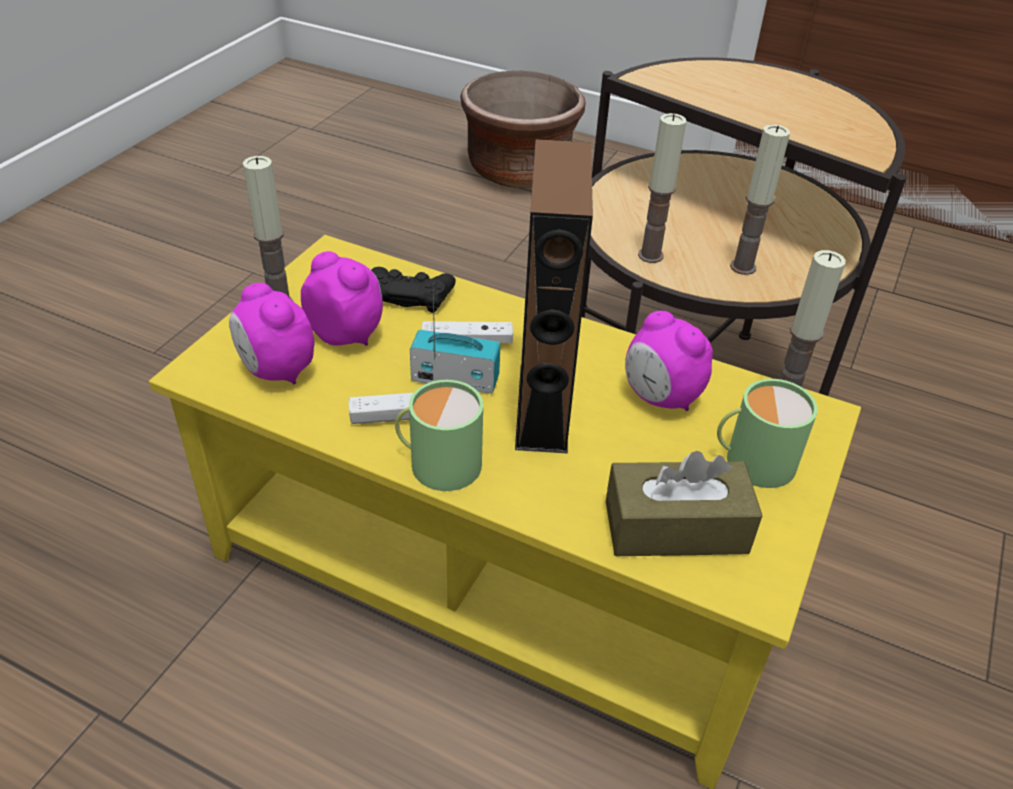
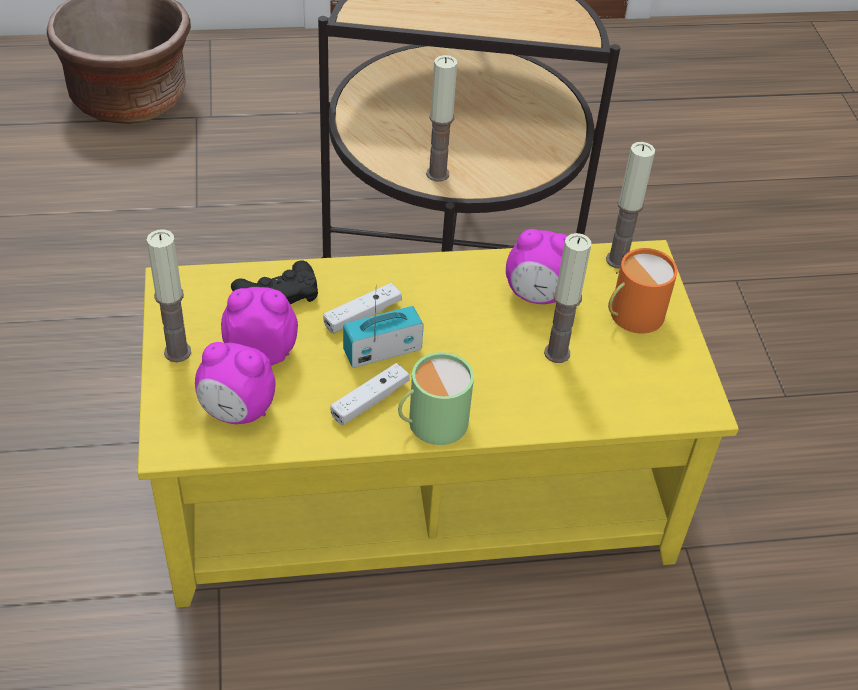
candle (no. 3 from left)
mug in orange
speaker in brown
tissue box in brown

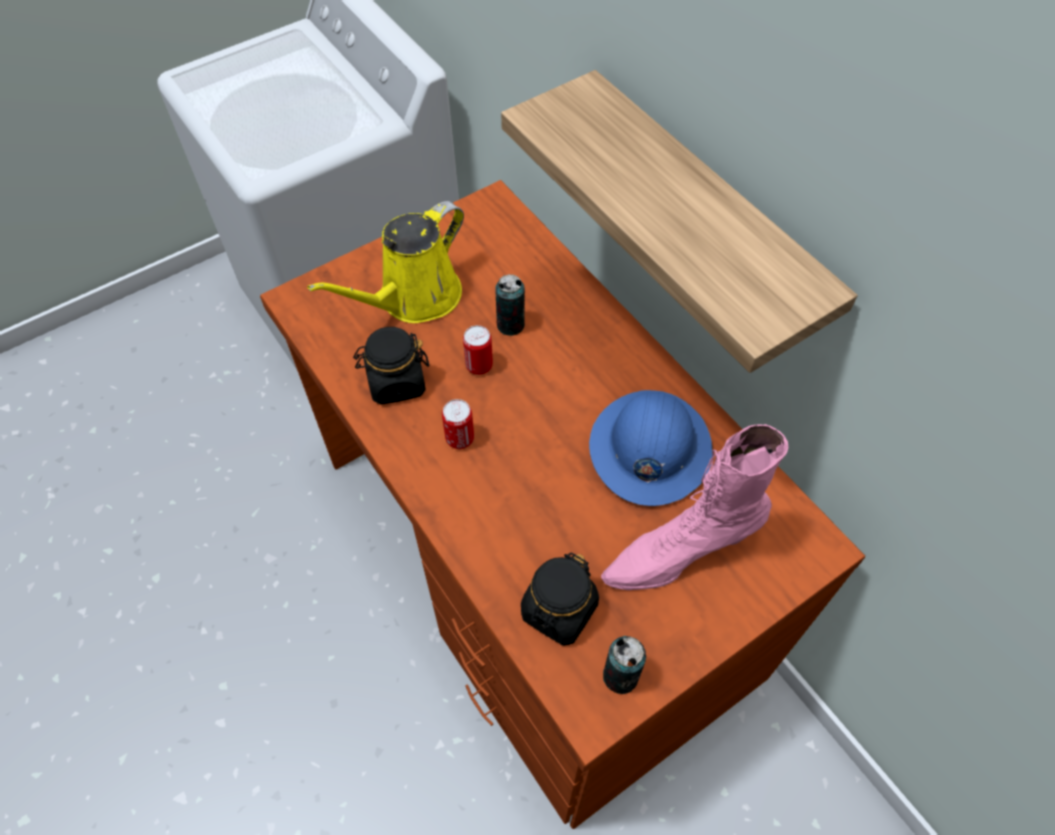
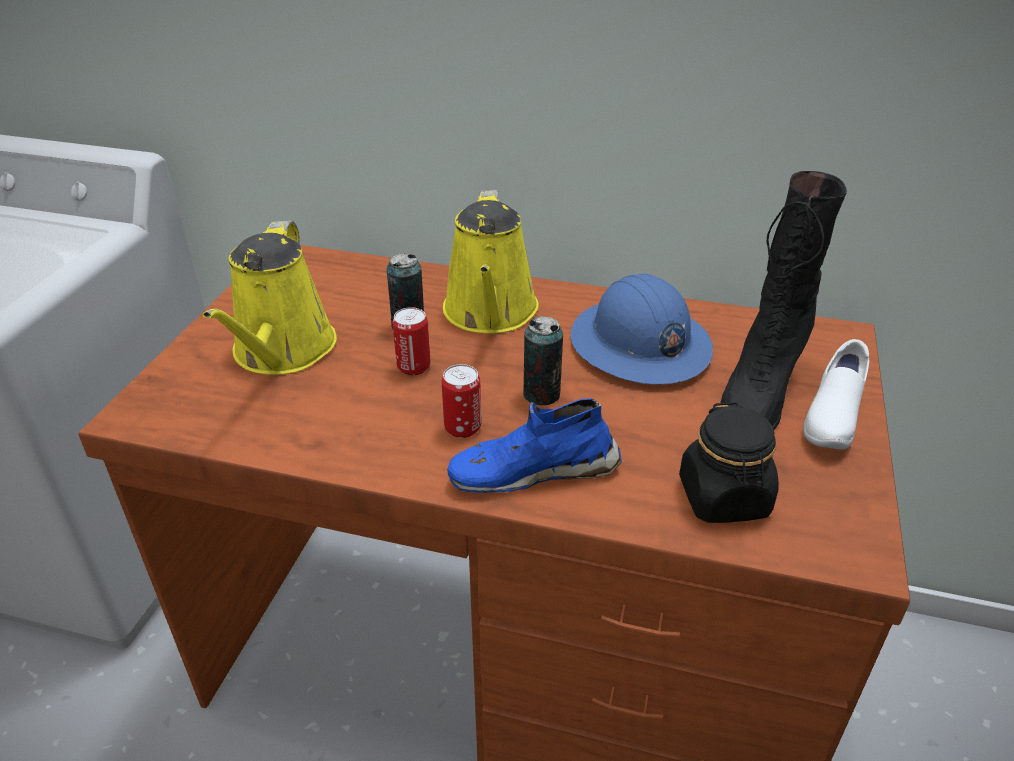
watering can in yellow (no. 2 from left)
shoe in blue
can (no. 4 from left)
boot in black
shoe in white
jar in black (no. 1 from left in the first image)
shelf

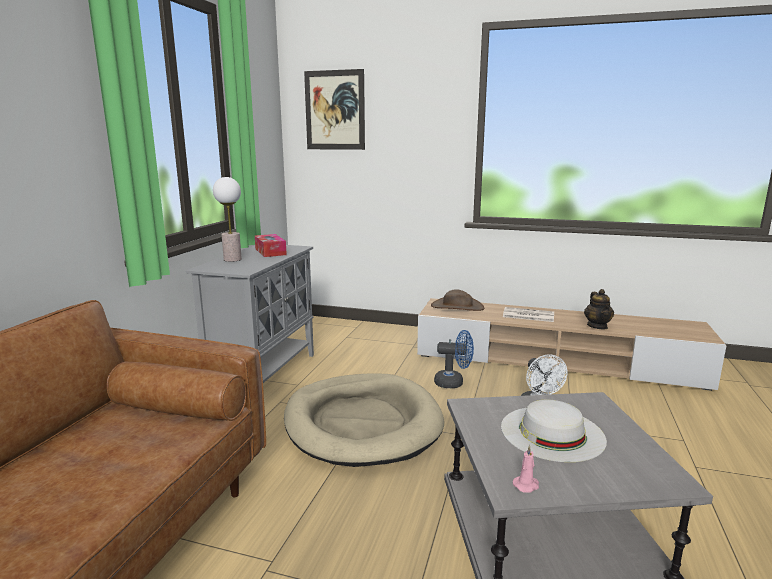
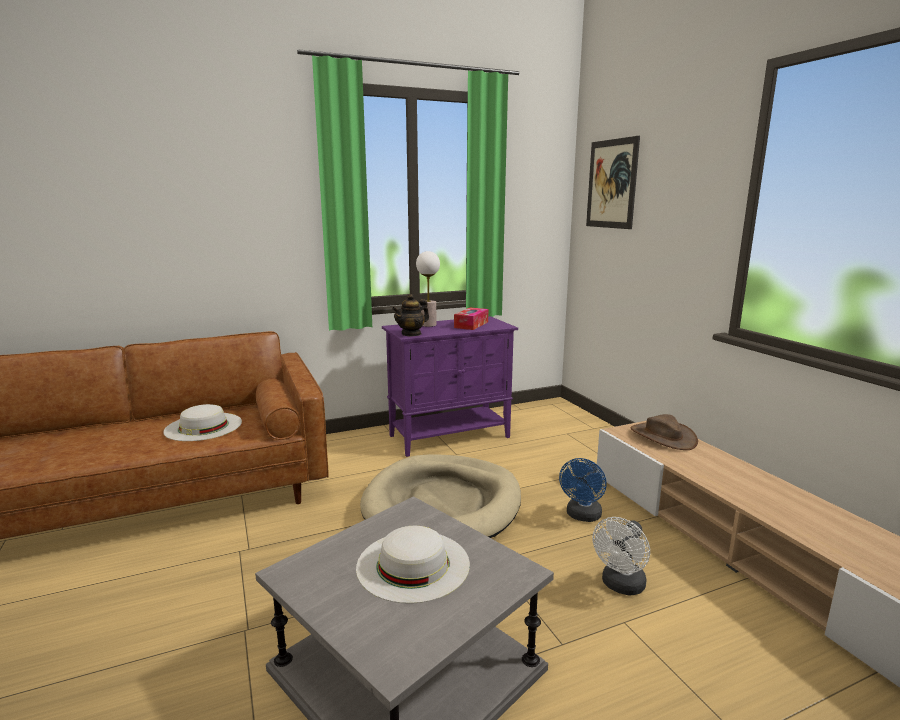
hat in white (no. 1 from left)
cabinet in purple
teapot
fan in blue
newspaper
candle in pink

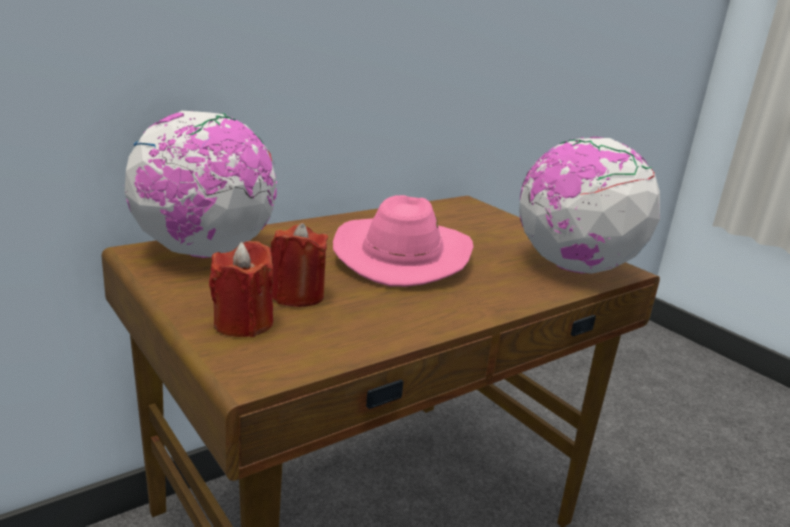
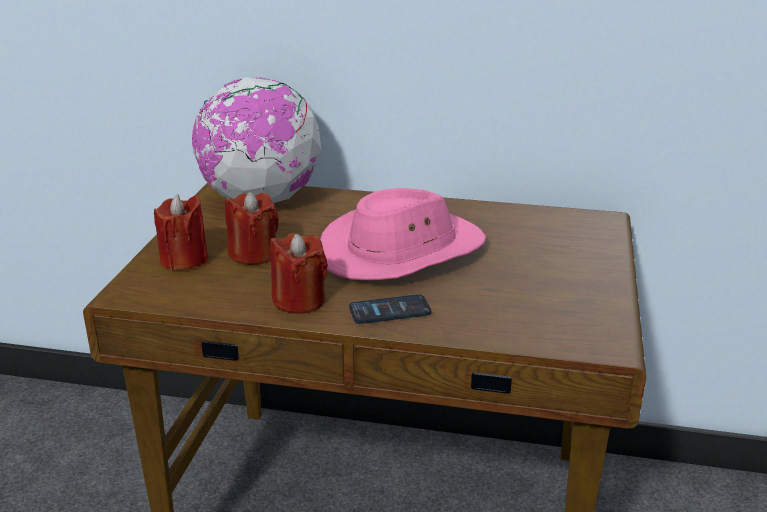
candle in red (no. 3 from left)
phone
globe (no. 2 from left in the first image)

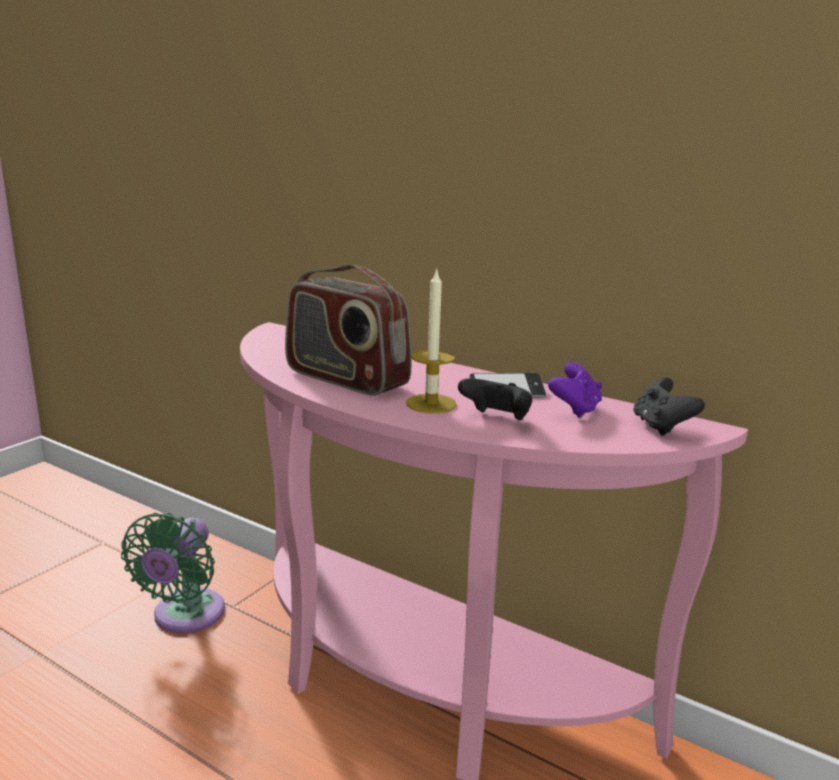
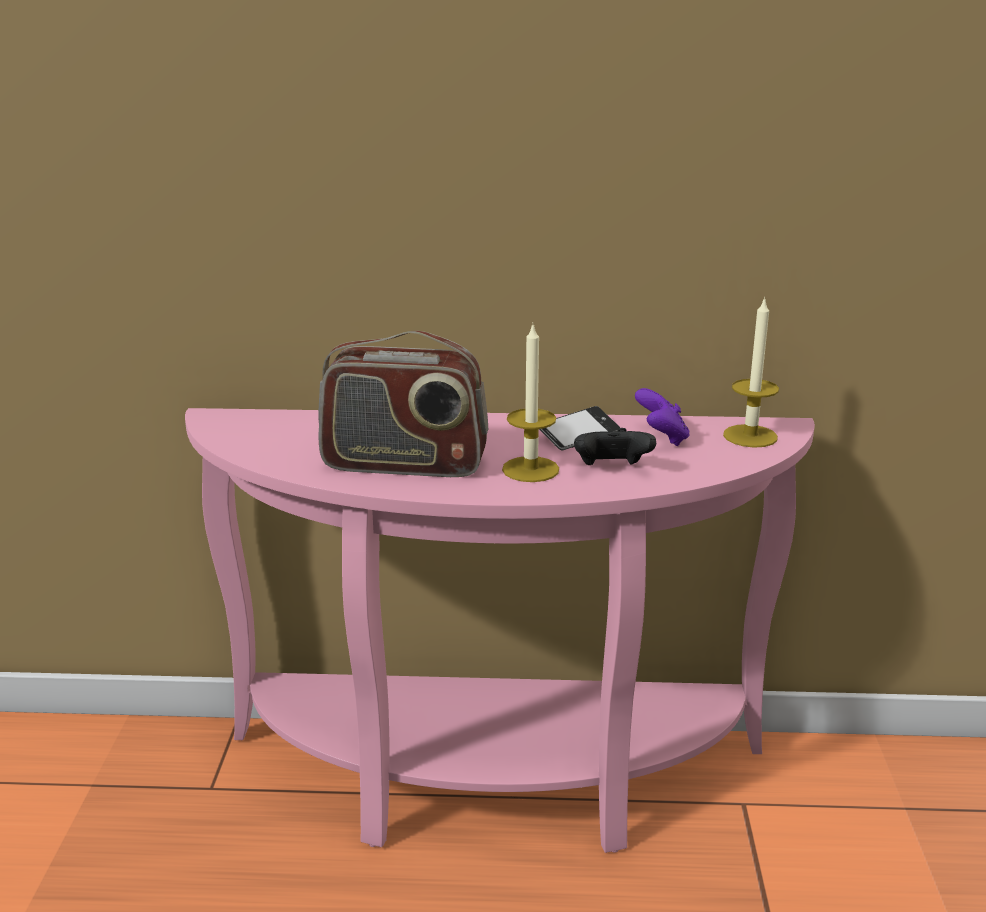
candle (no. 2 from left)
fan in green

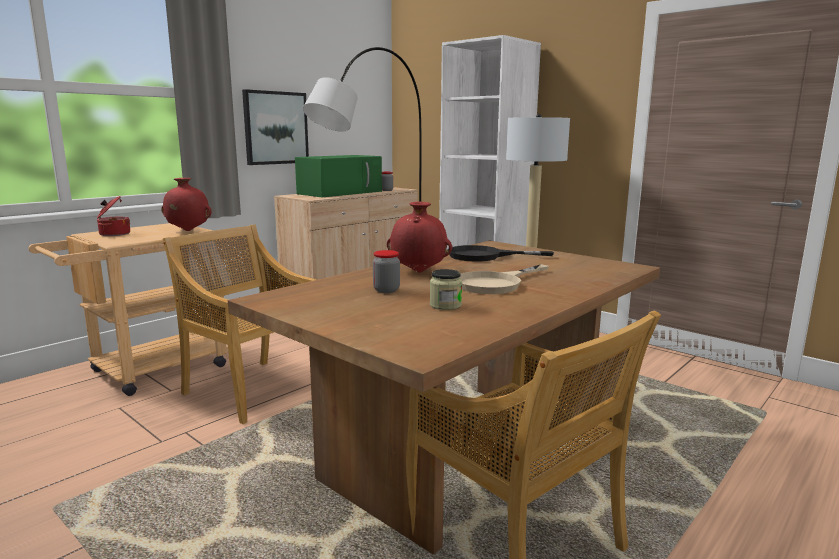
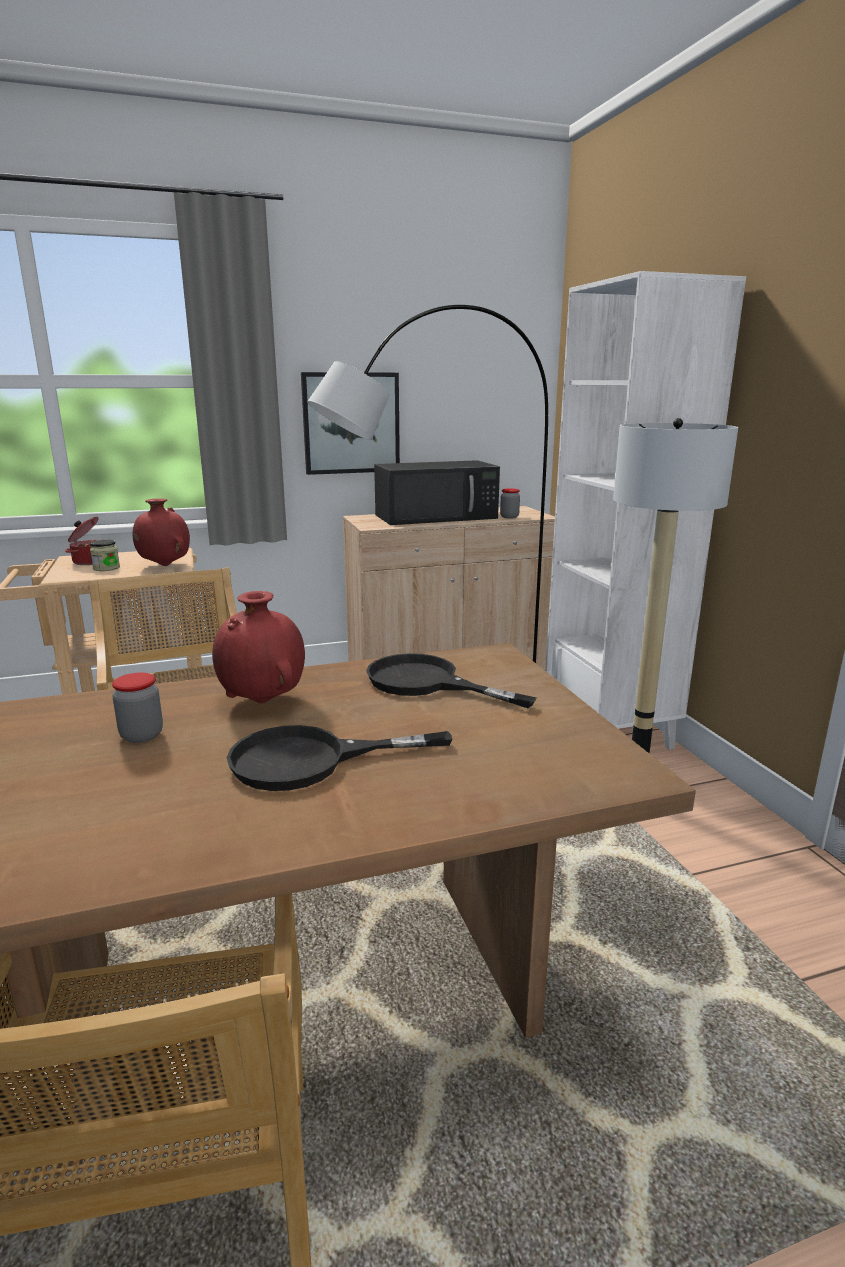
jar (no. 1 from left)
frying pan in black (no. 1 from left)
microwave in black

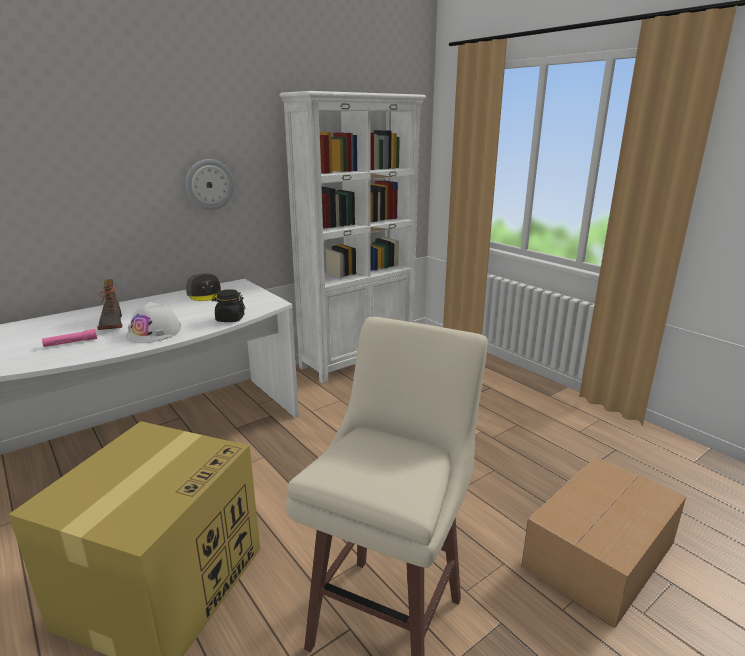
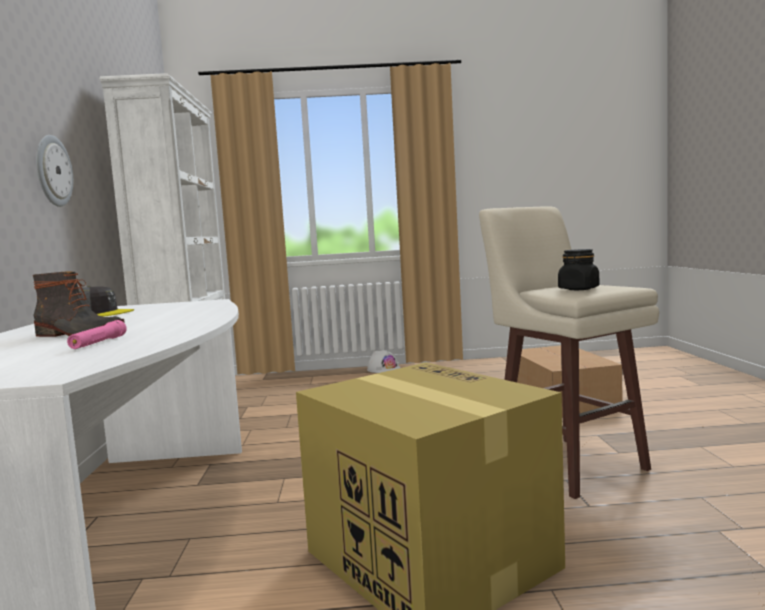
hard hat in white
jar in black

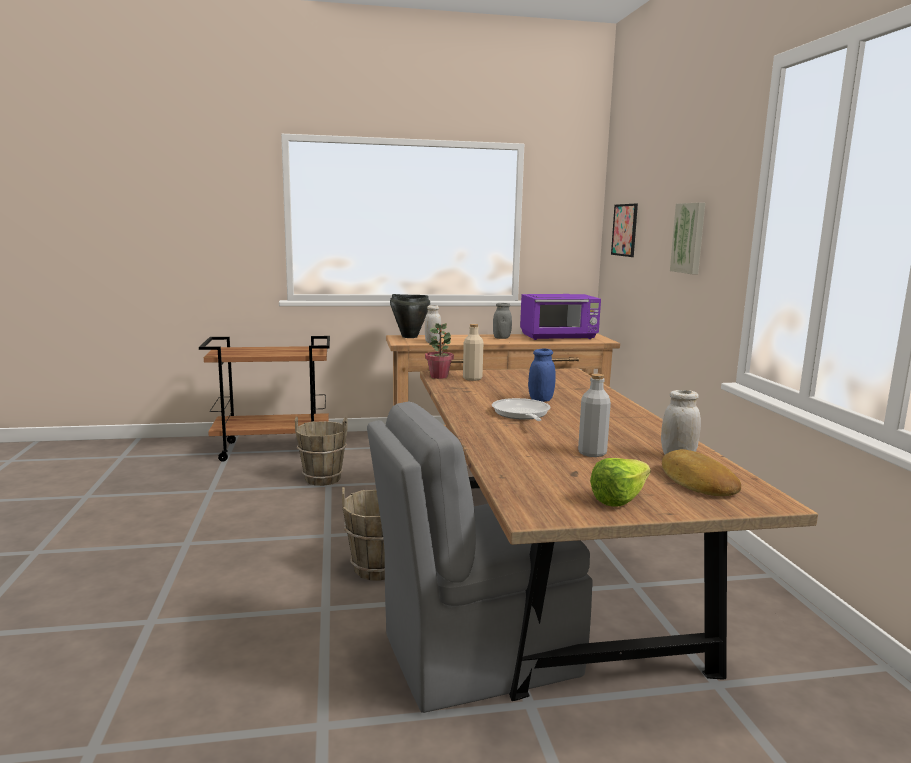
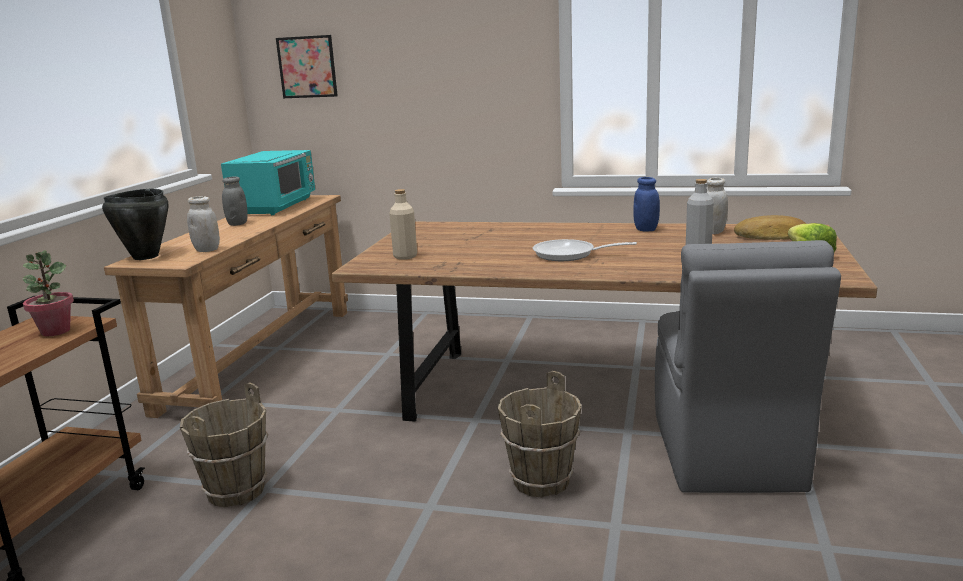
potted plant
microwave in turquoise
jar in blue
picture (no. 2 from left in the first image)

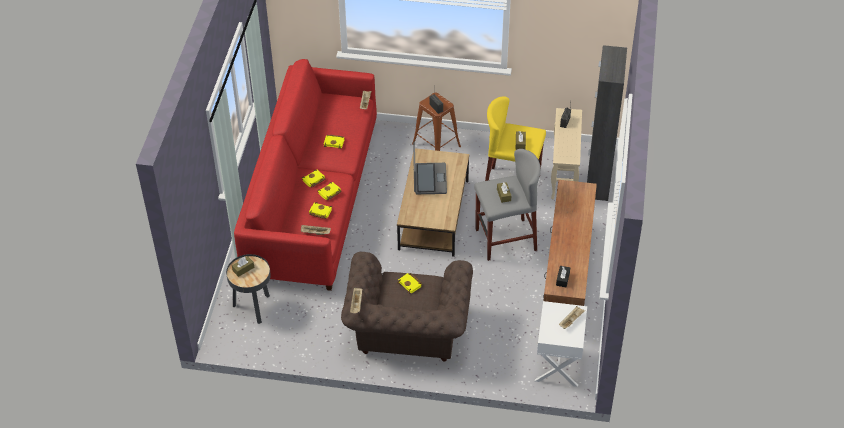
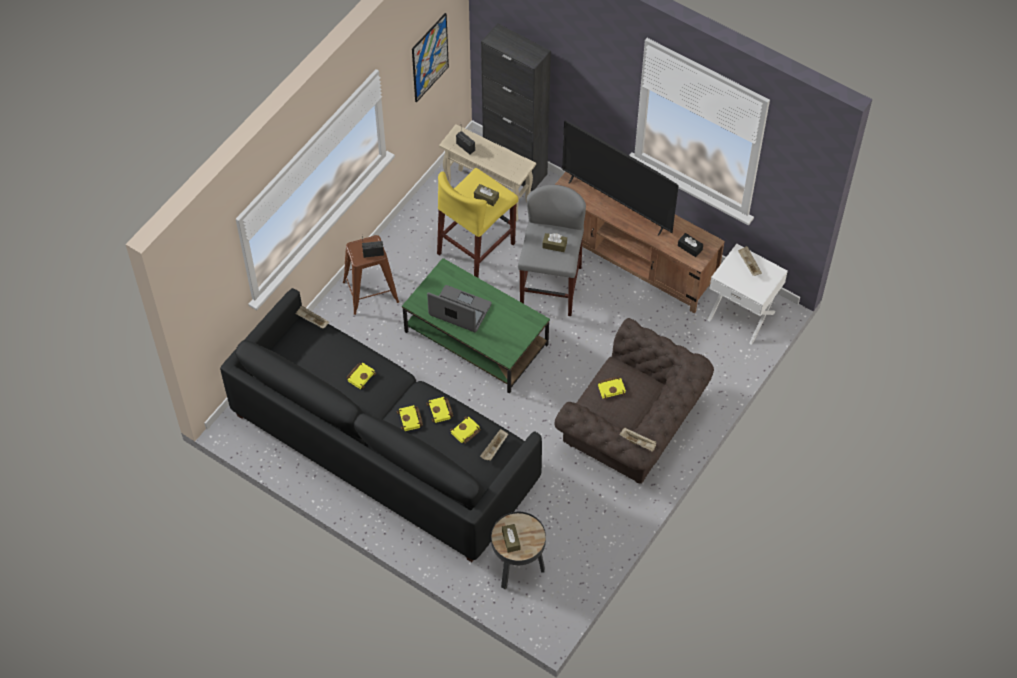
sofa in black
coffee table in green
picture
television

